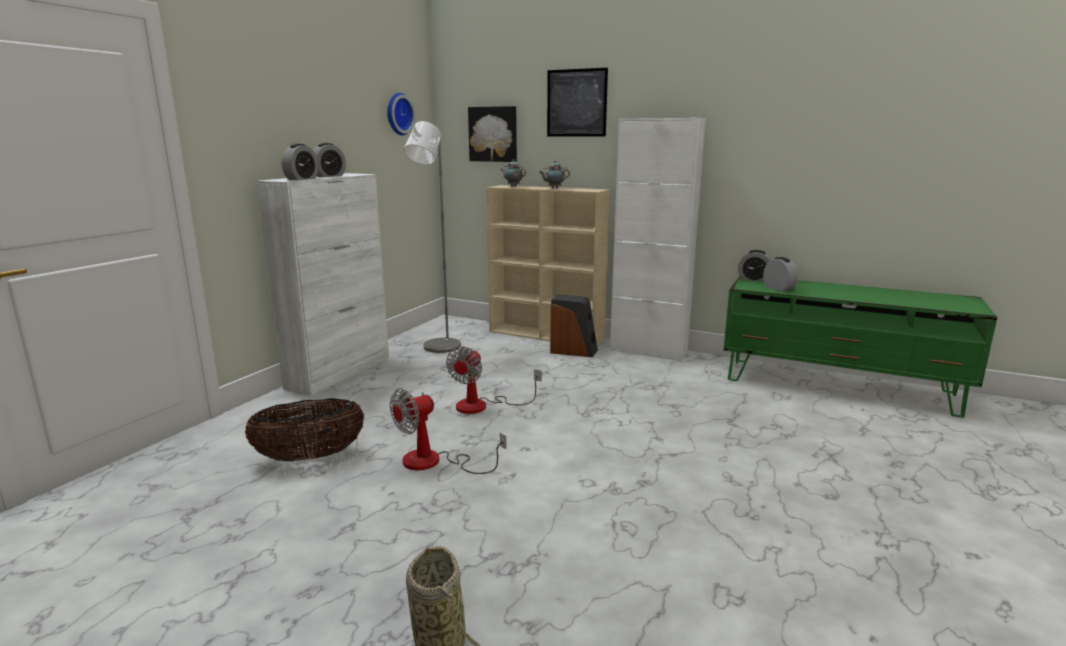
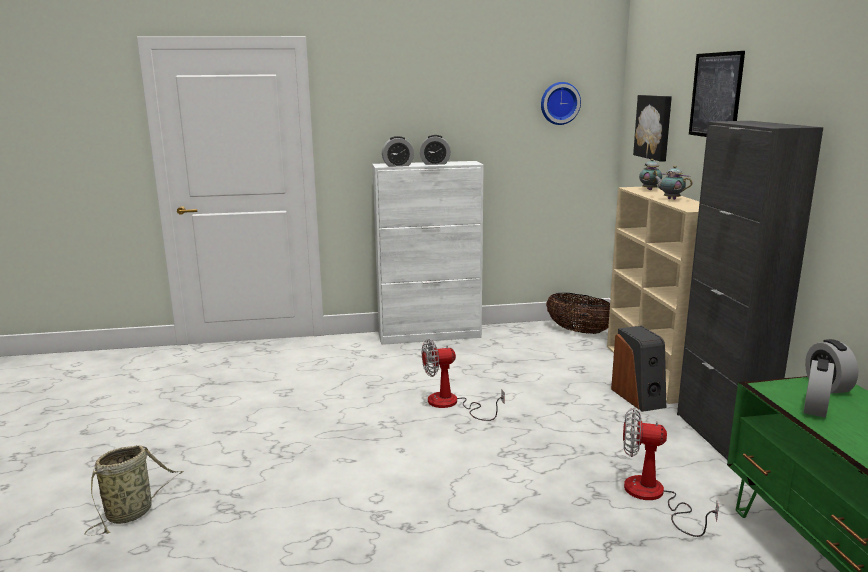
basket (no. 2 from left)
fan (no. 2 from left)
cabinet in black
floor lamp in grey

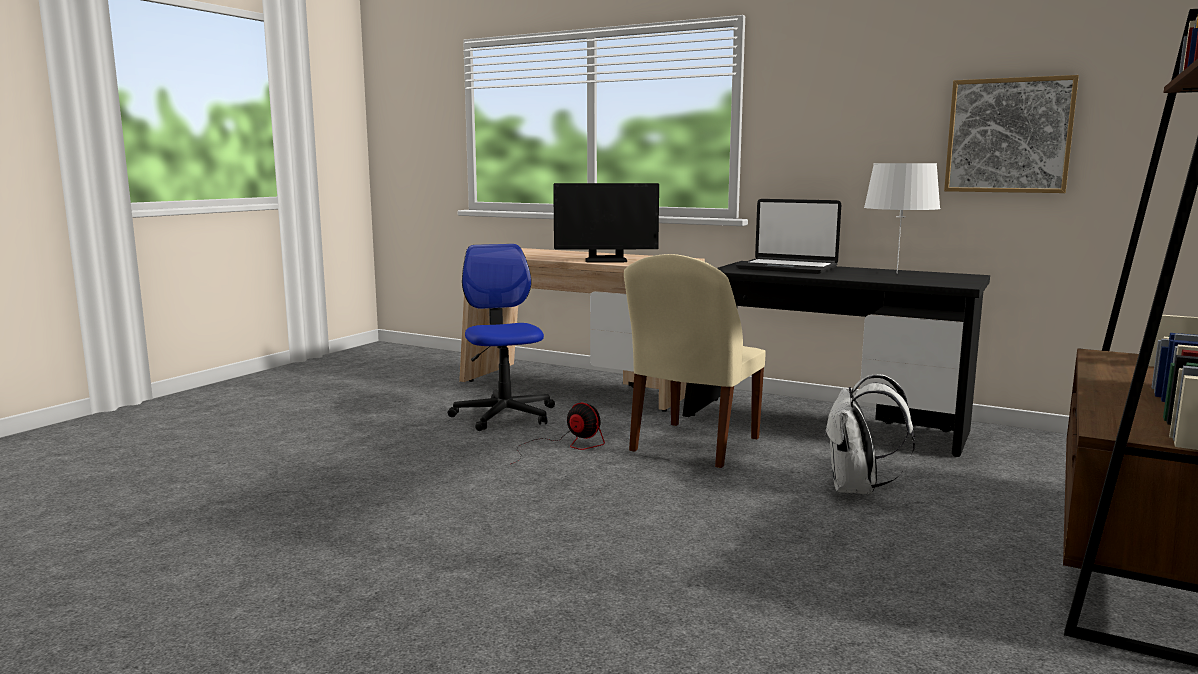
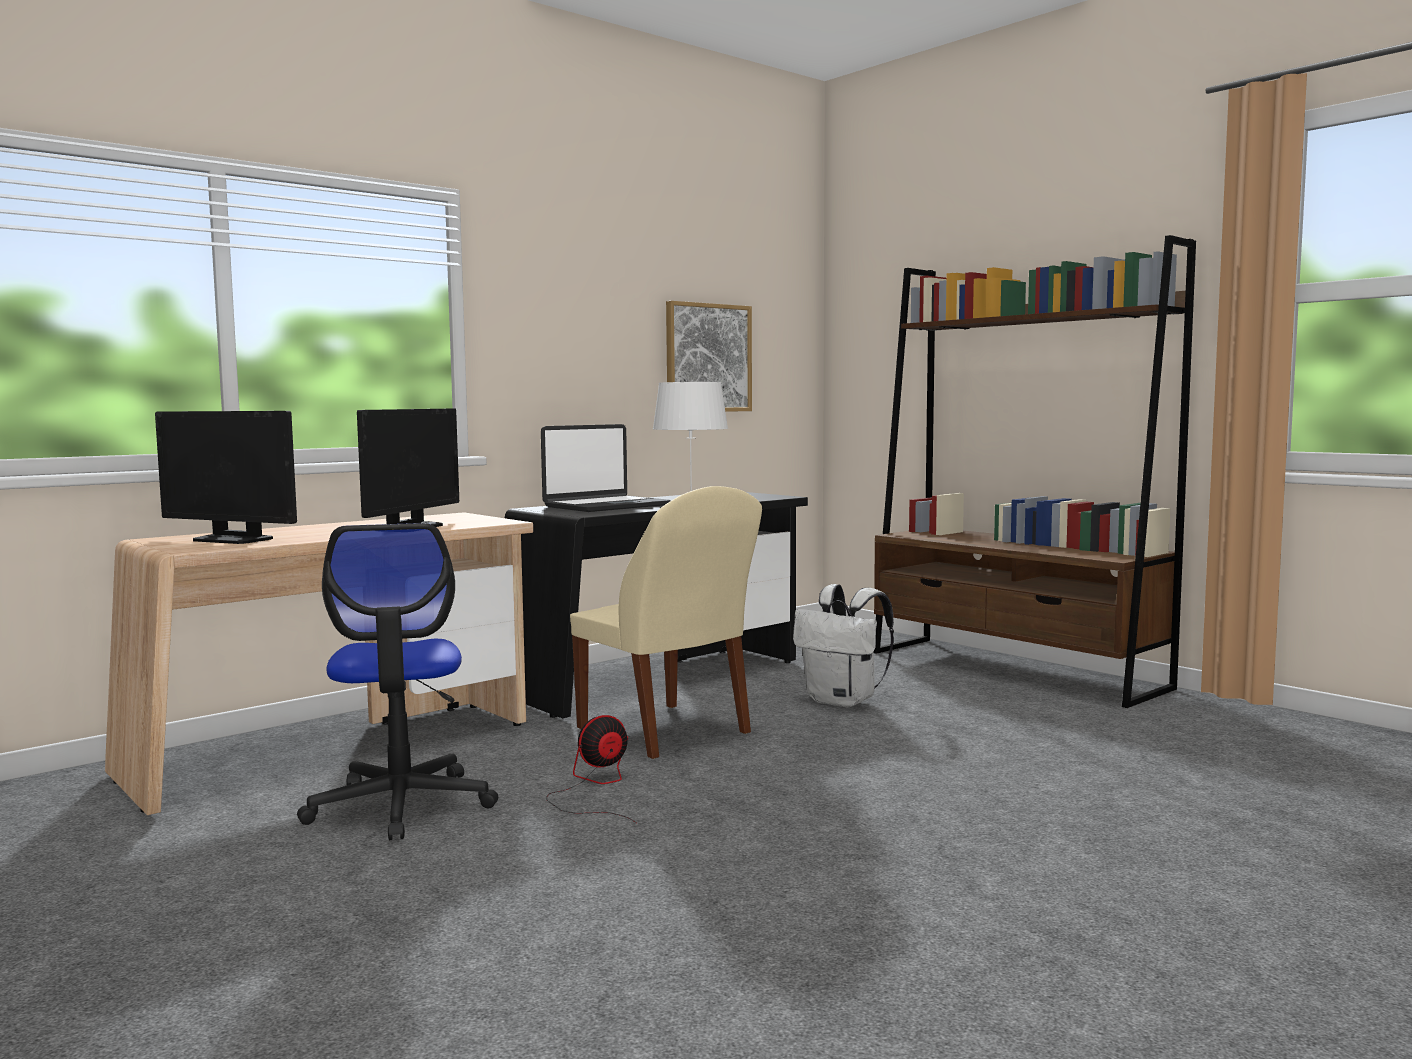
monitor (no. 1 from left)
office chair

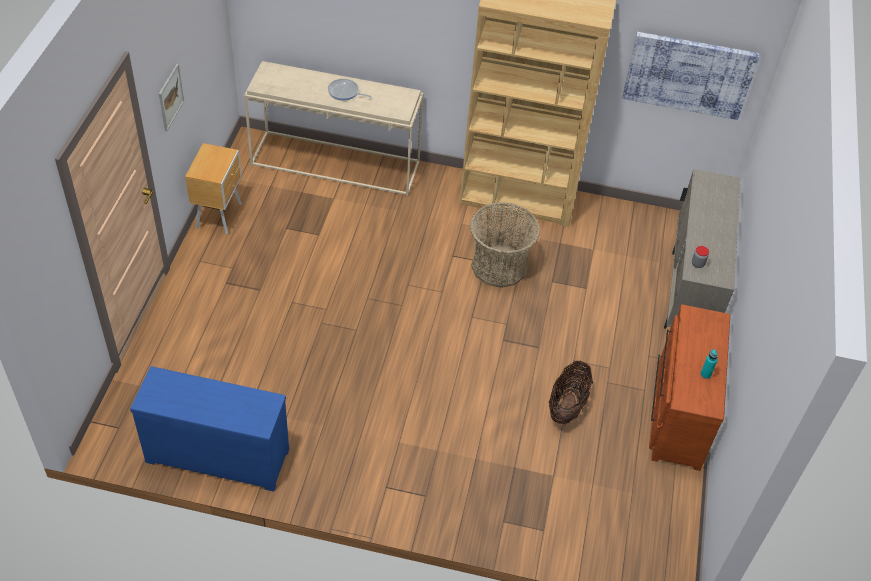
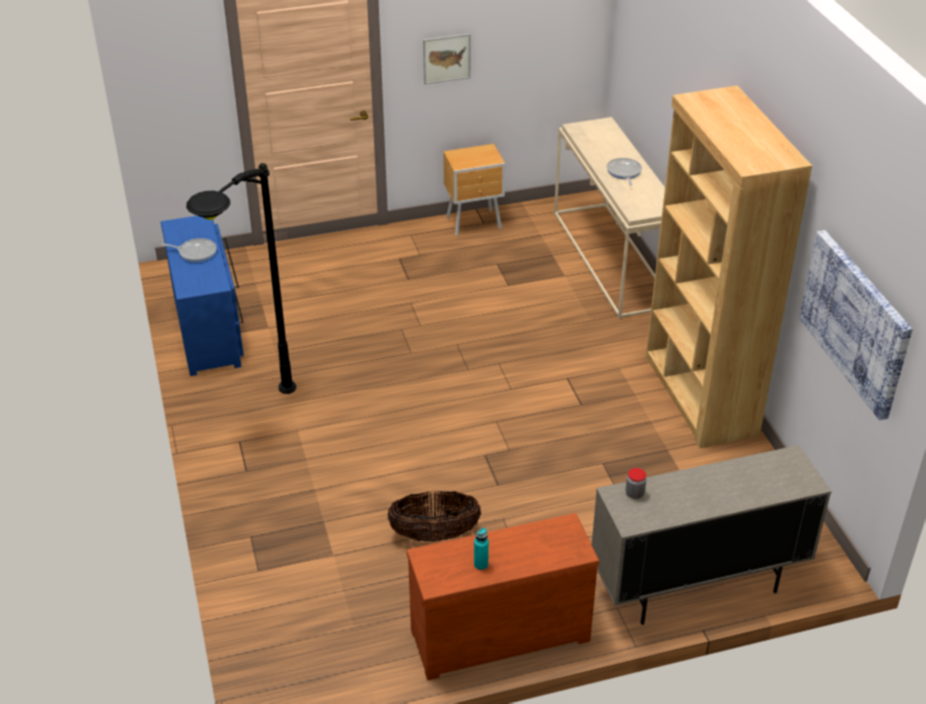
frying pan (no. 1 from left)
floor lamp in black
basket (no. 1 from left in the first image)

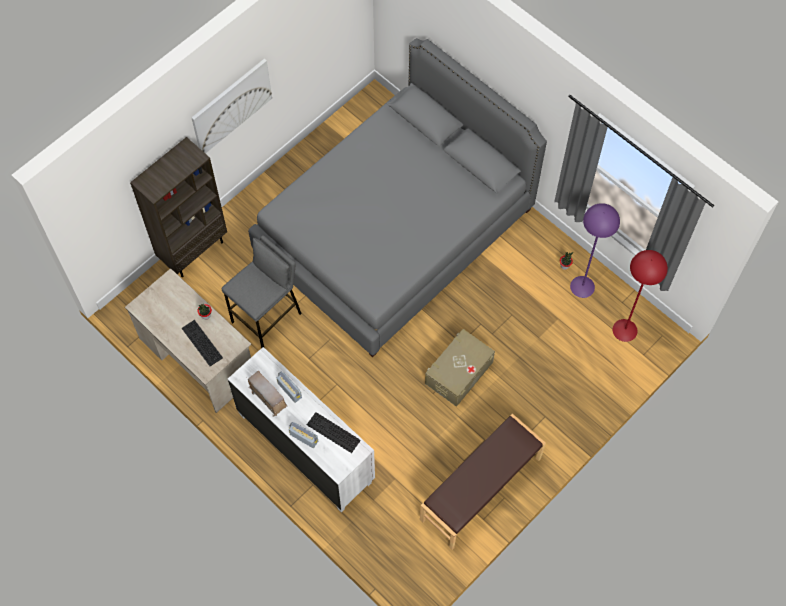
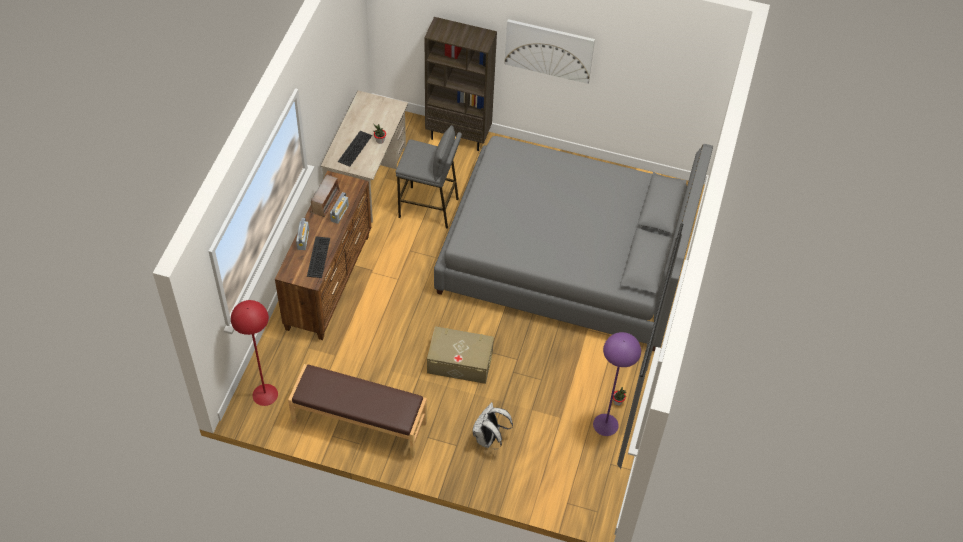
floor lamp in red
dresser in brown
backpack in white

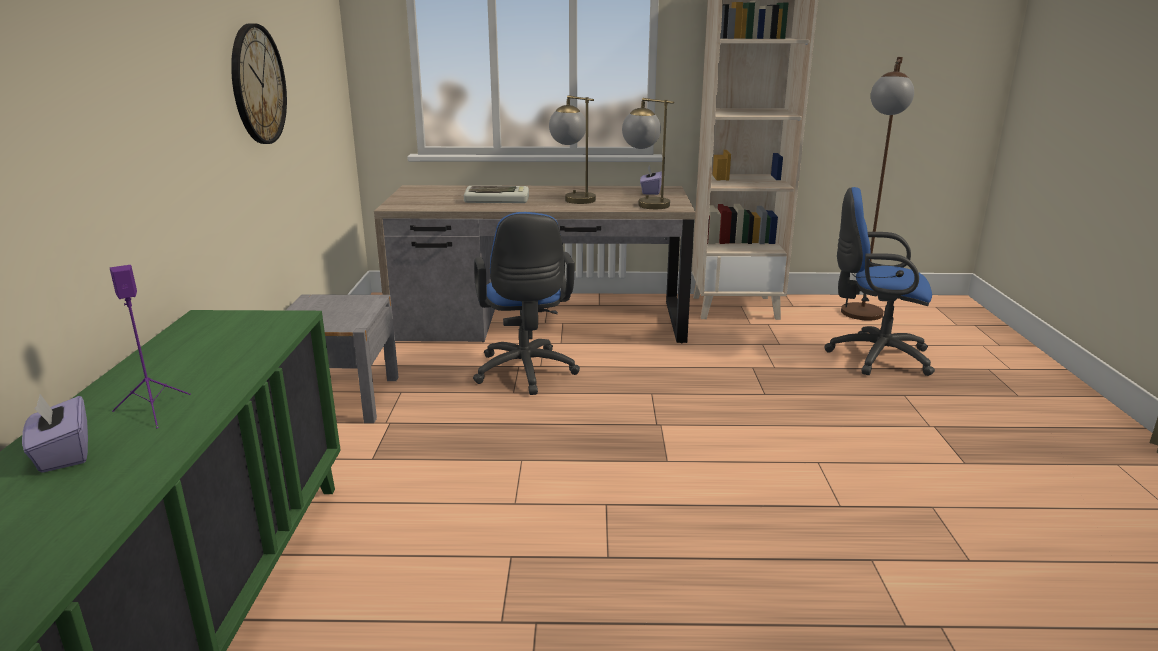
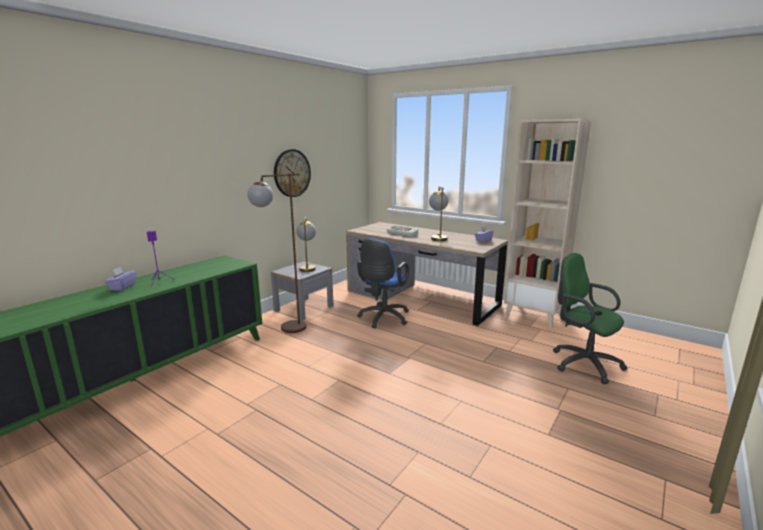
floor lamp in brown
table lamp (no. 1 from left)
office chair in green

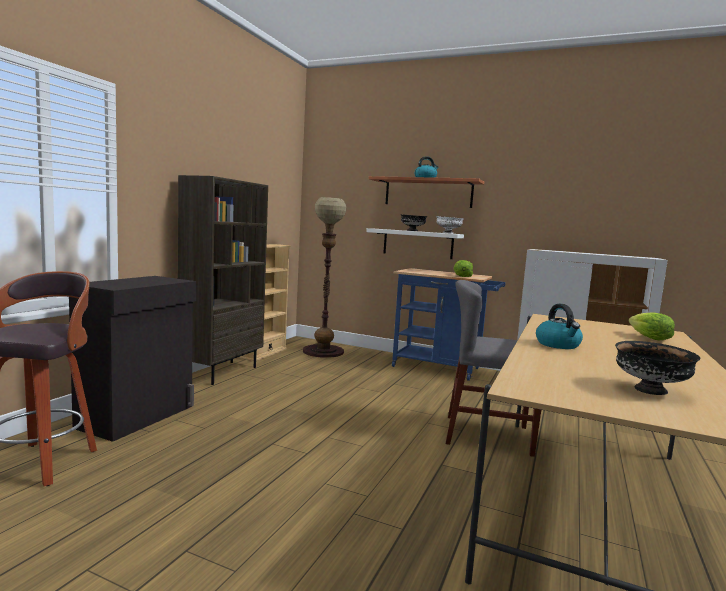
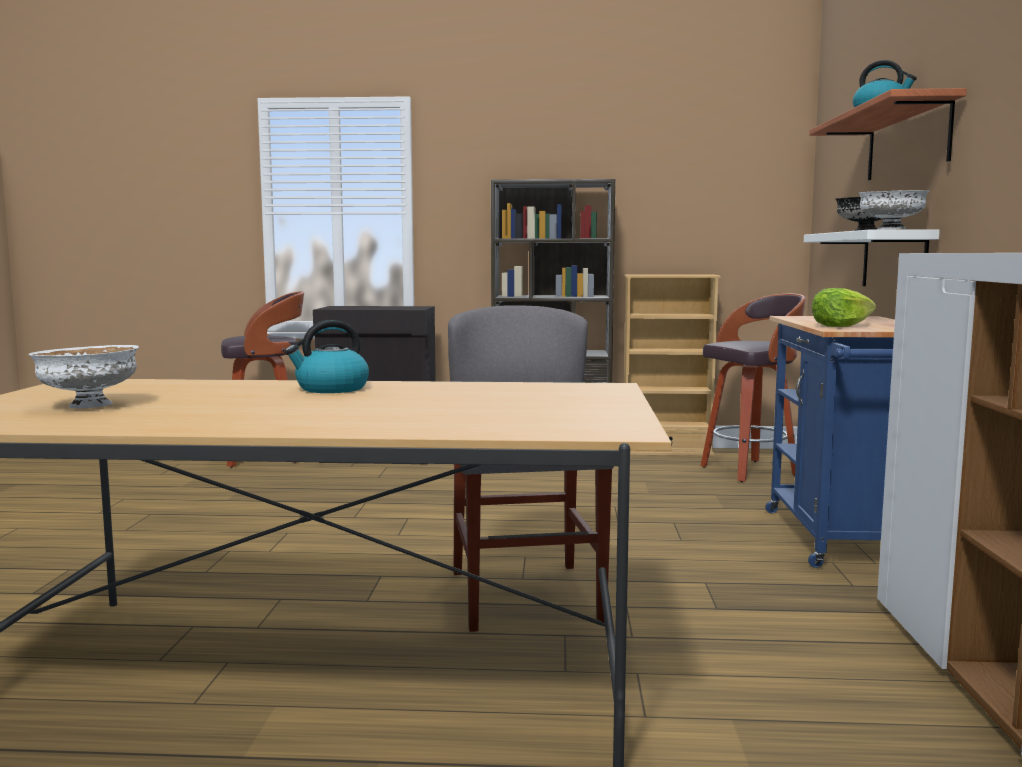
bowl in white (no. 1 from left)
stool (no. 2 from left)
lettuce (no. 2 from left in the first image)

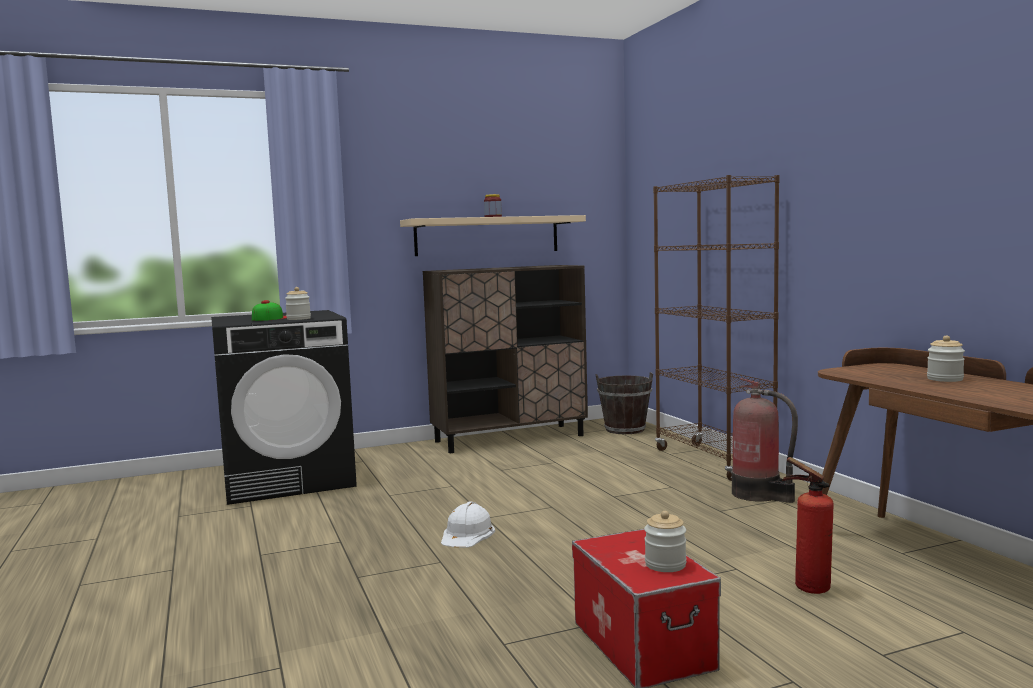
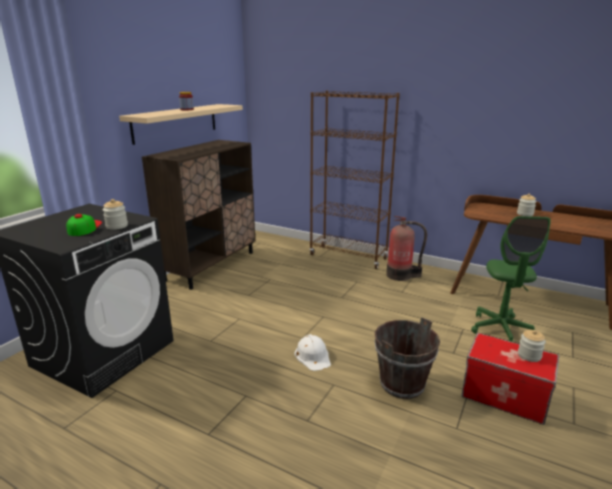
bucket in brown
office chair in green

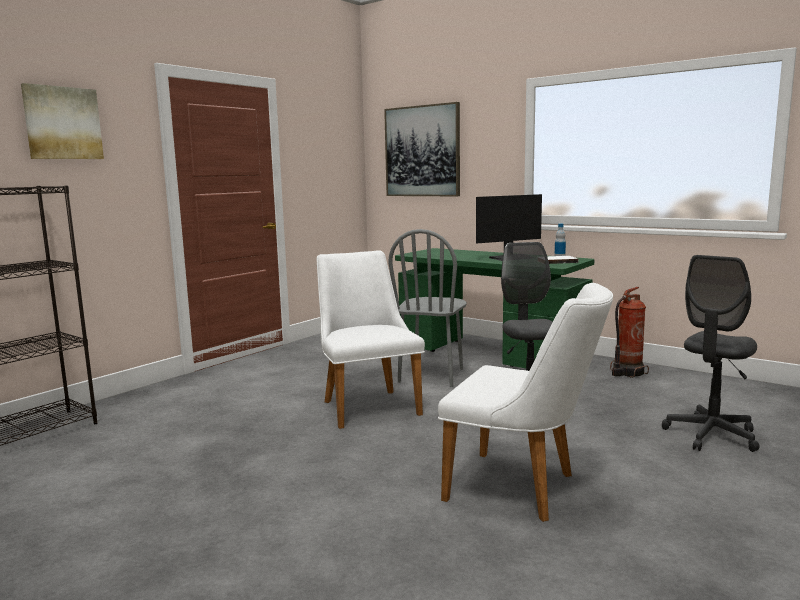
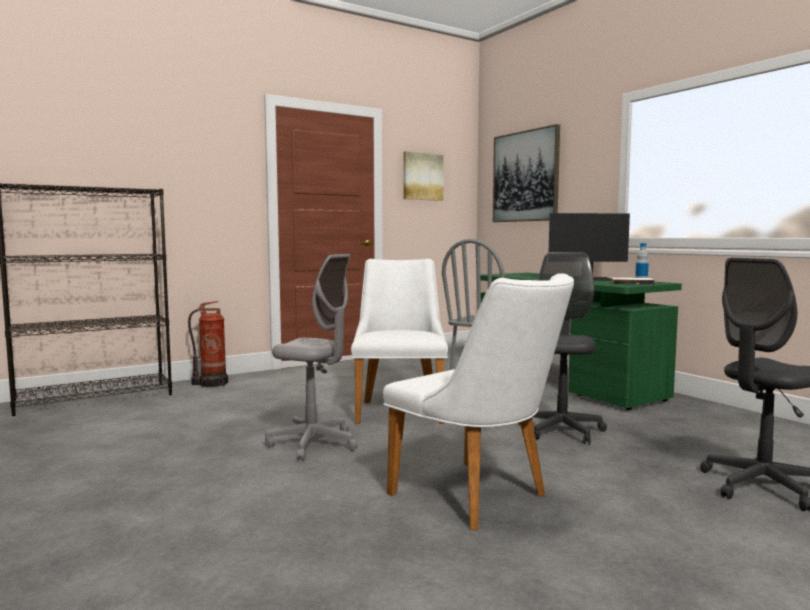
fire extinguisher
office chair in grey (no. 1 from left)
picture (no. 1 from left)

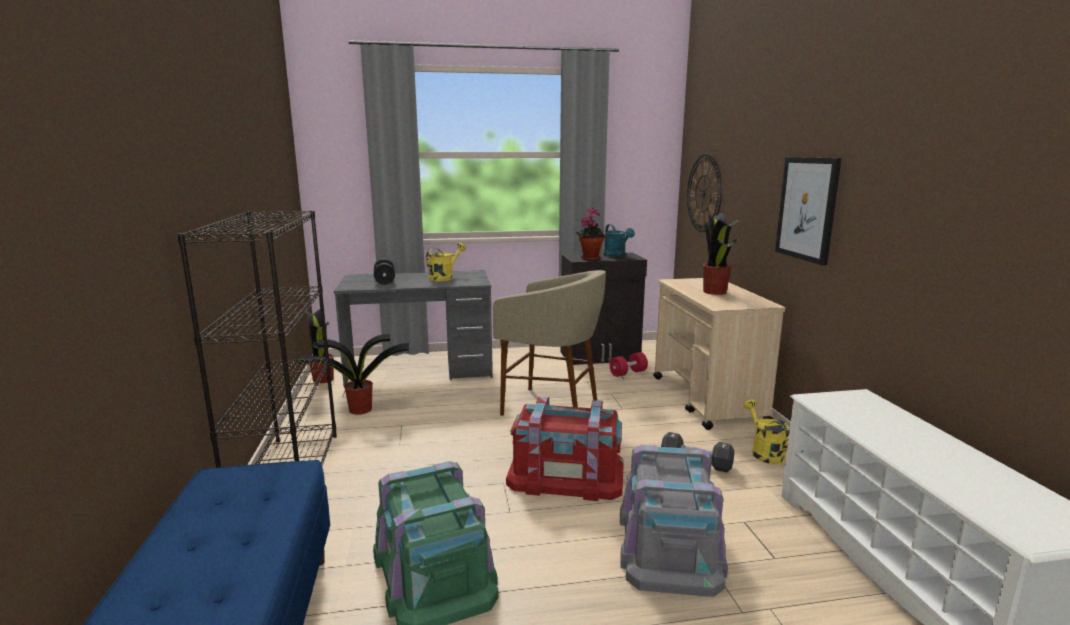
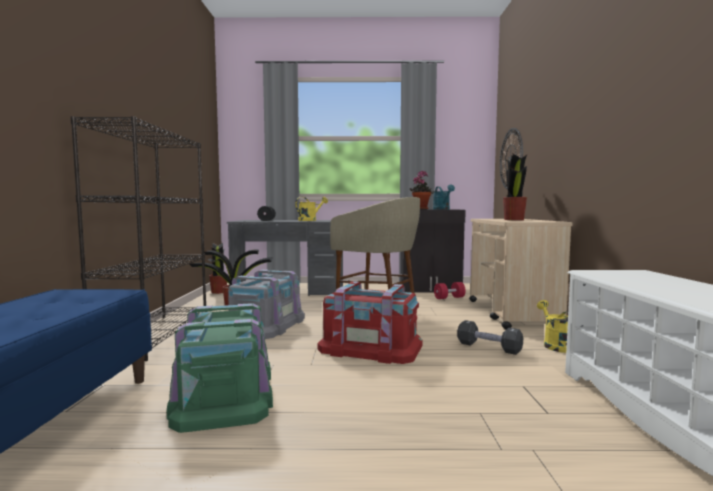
storage box in grey
picture

